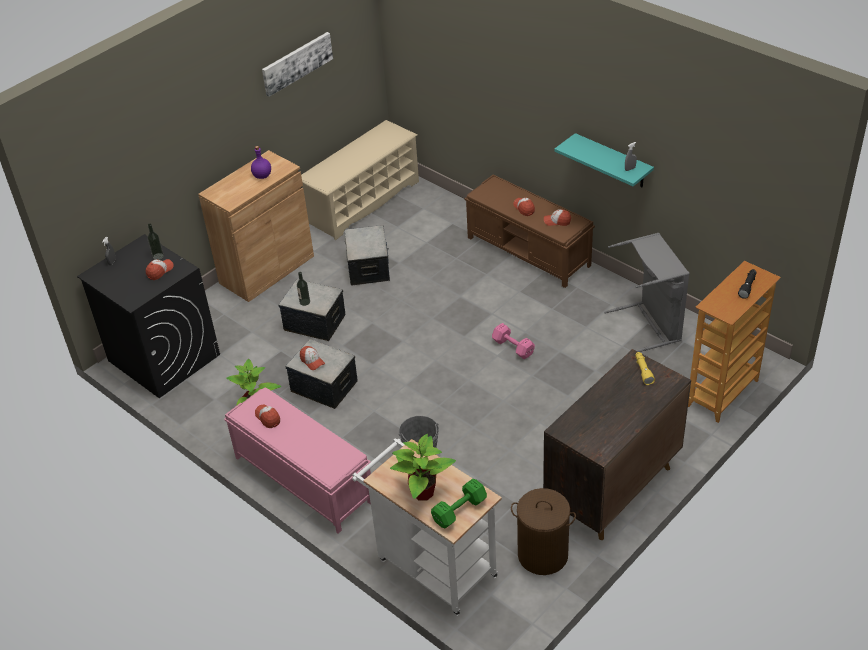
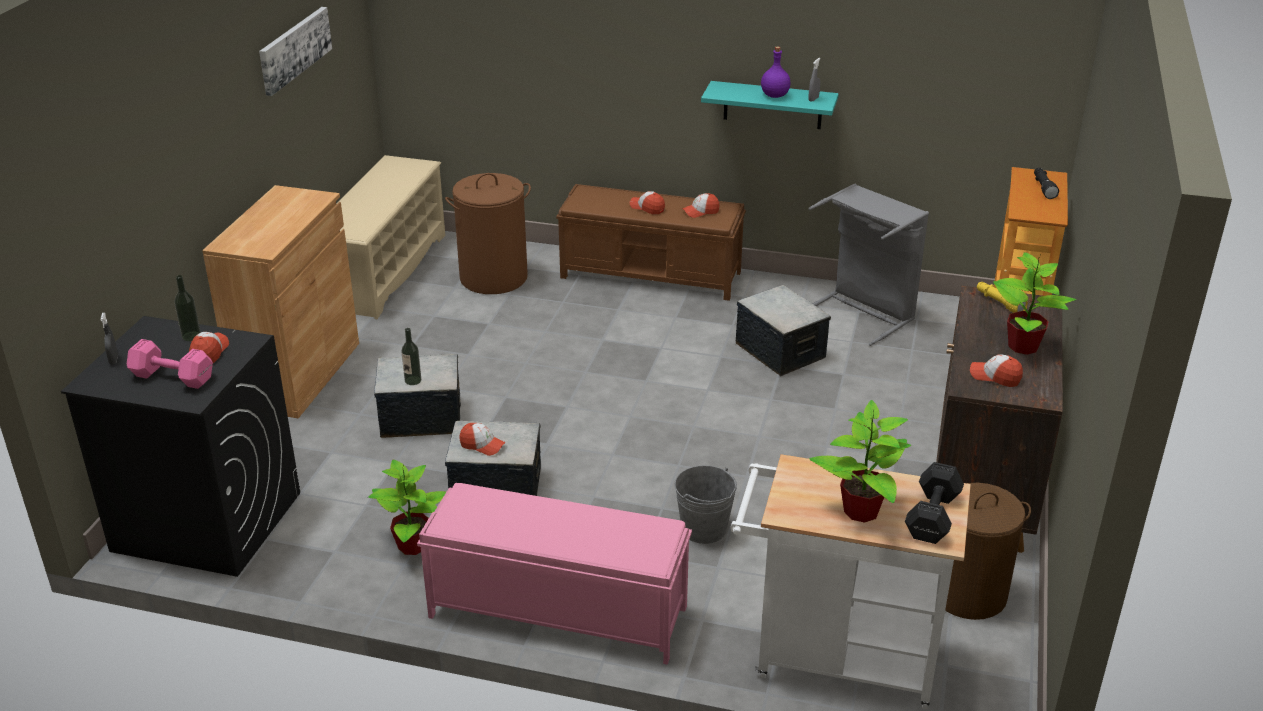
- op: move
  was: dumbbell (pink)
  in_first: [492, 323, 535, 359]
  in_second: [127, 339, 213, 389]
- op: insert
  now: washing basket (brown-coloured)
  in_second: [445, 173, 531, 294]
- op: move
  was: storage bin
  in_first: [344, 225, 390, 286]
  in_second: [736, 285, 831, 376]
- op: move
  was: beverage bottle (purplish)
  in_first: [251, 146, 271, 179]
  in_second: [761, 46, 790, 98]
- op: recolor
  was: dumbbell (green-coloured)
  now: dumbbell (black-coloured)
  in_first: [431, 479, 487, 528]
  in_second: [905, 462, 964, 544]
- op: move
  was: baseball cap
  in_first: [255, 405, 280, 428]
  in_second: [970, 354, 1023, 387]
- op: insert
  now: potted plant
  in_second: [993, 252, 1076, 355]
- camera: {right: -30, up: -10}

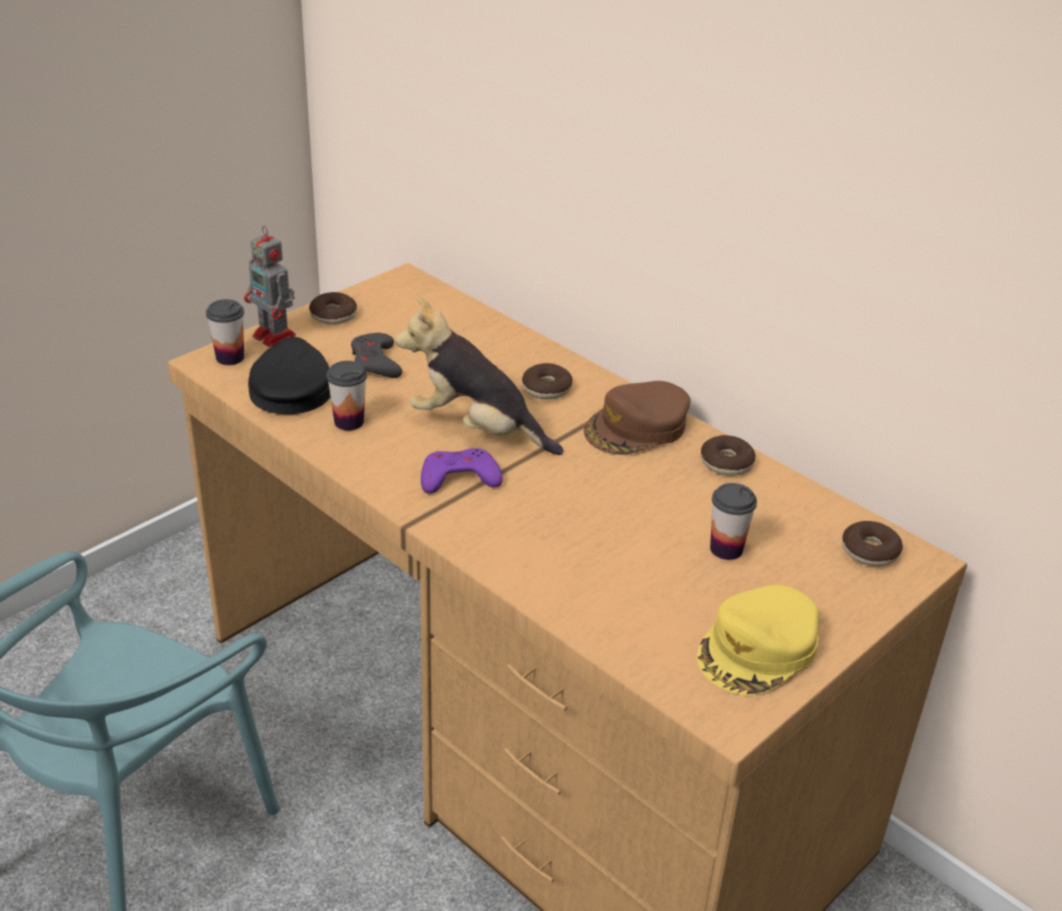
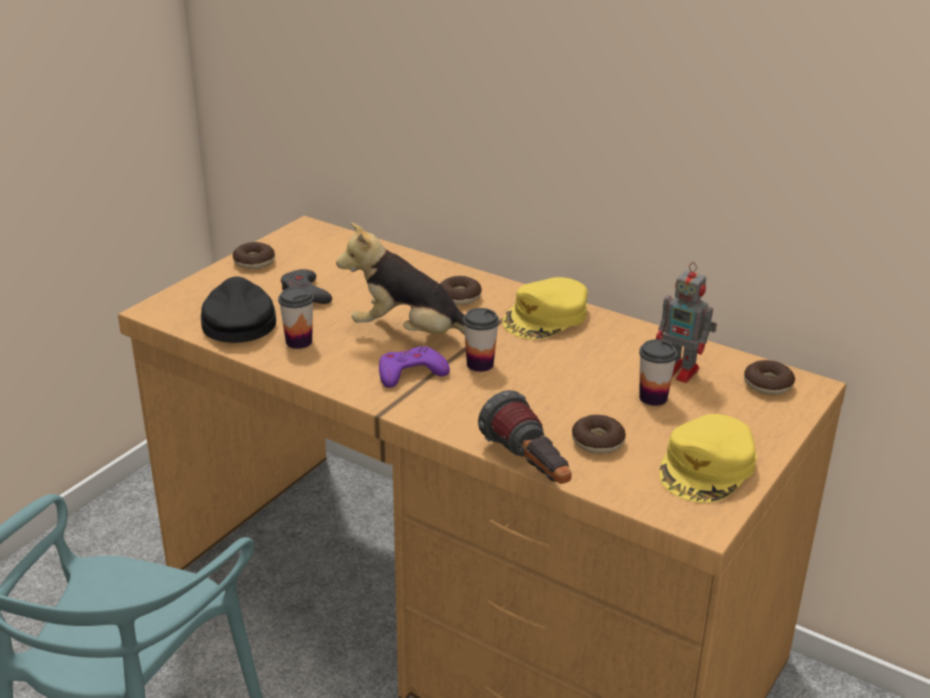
- op: move
  was: cup
  in_first: [206, 299, 244, 365]
  in_second: [463, 308, 499, 372]
- op: insert
  now: hand torch
  in_second: [478, 390, 572, 484]
- op: recolor
  was: baseball cap (brown-coloured)
  now: baseball cap (yellow-coloured)
  in_first: [584, 381, 691, 455]
  in_second: [502, 277, 587, 339]
- op: move
  was: ring doughnut
  in_first: [701, 435, 755, 475]
  in_second: [572, 415, 626, 454]
- op: move
  was: toy robot
  in_first: [244, 225, 296, 347]
  in_second: [656, 262, 717, 383]
- camera: {right: -10, up: -5}

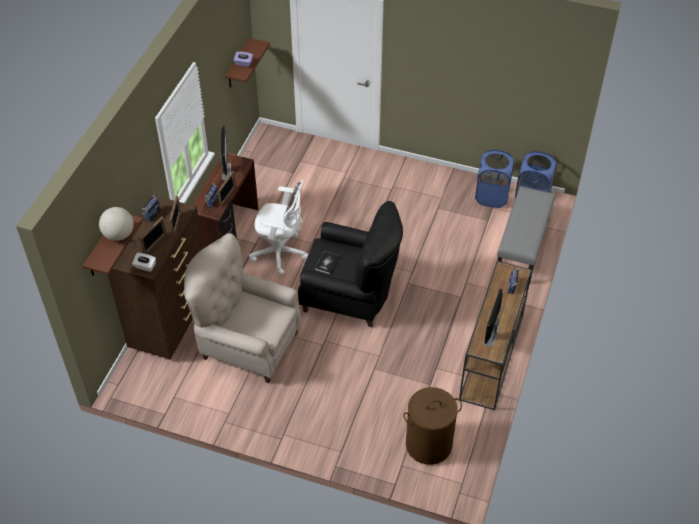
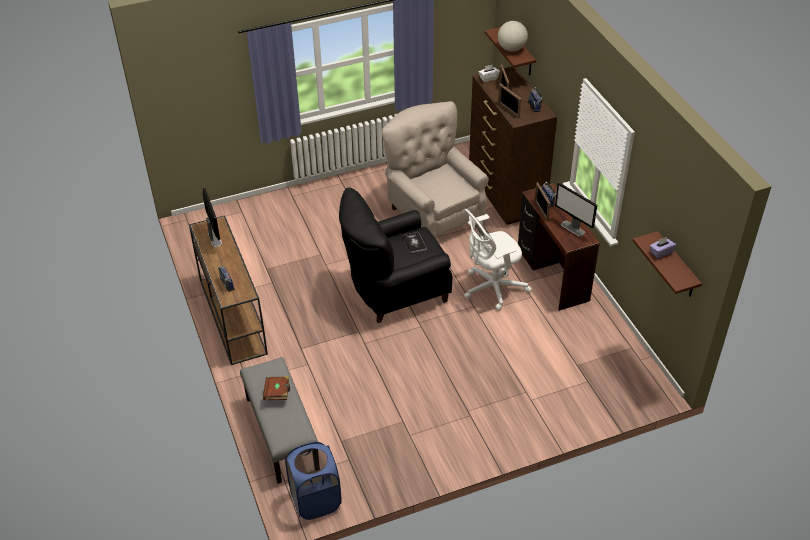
- op: insert
  now: book (brown-coloured)
  in_second: [263, 376, 290, 400]
- op: rotate
  was: lounge chair (beige)
  in_first: [184, 233, 301, 383]
  in_second: [382, 101, 489, 238]
  clockwise: -105
- op: delete
  was: washing basket (brown-coloured)
  in_first: [403, 387, 462, 465]
- op: delete
  was: washing basket (blue-coloured)
  in_first: [475, 150, 514, 208]
- camera: {right: 140, up: -5}

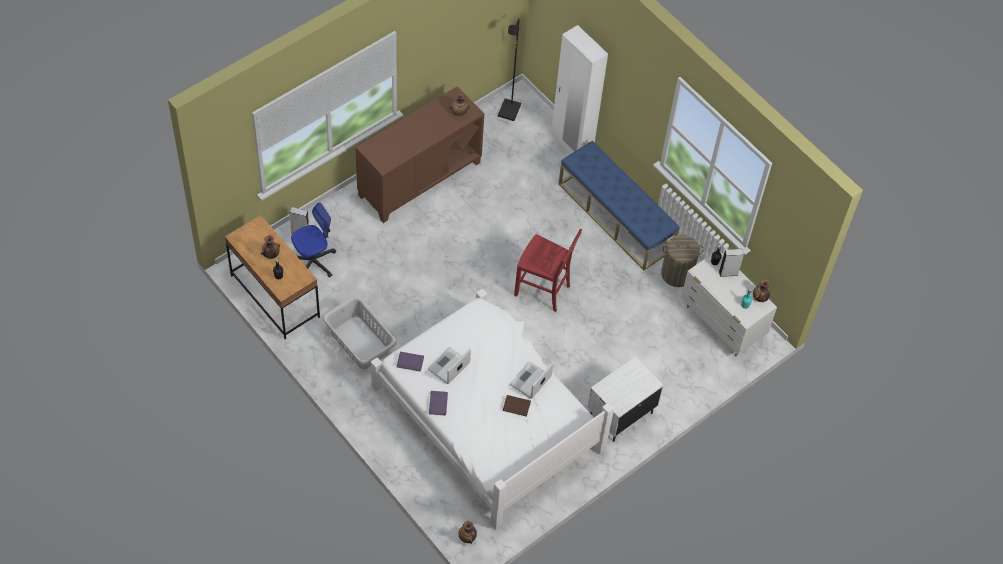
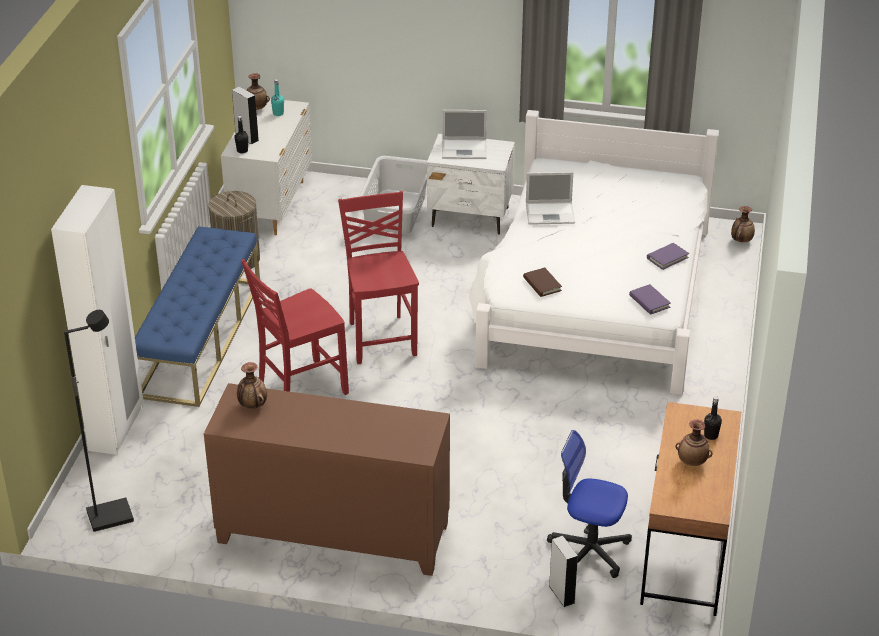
- op: insert
  now: chair (red-coloured)
  in_second: [241, 259, 349, 395]
- op: move
  was: washing basket (gray)
  in_first: [323, 297, 396, 369]
  in_second: [359, 156, 427, 234]
- op: move
  was: laptop
  in_first: [428, 347, 471, 384]
  in_second: [442, 110, 487, 159]
- op: move
  was: book (brown-coloured)
  in_first: [503, 395, 531, 417]
  in_second: [523, 267, 562, 297]
- camera: {right: -125, up: -20}

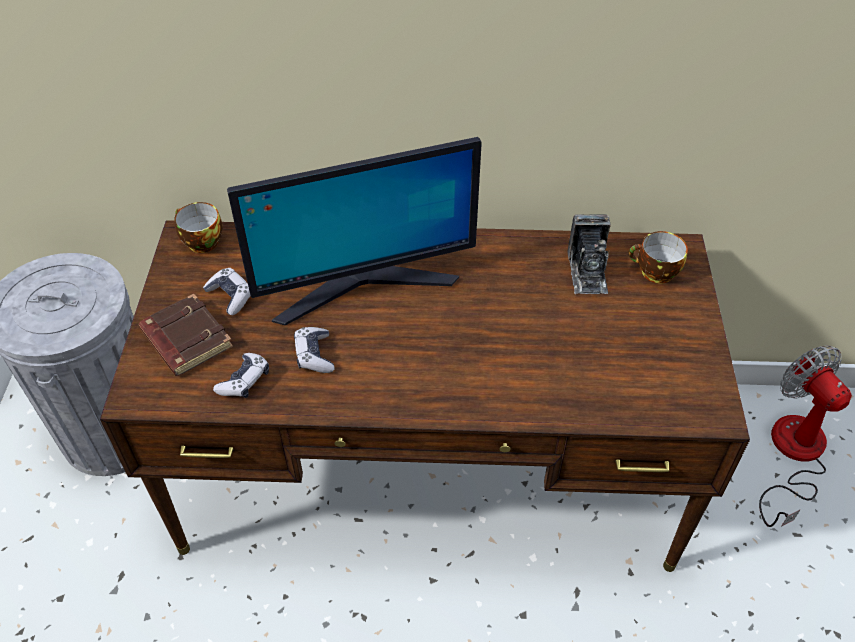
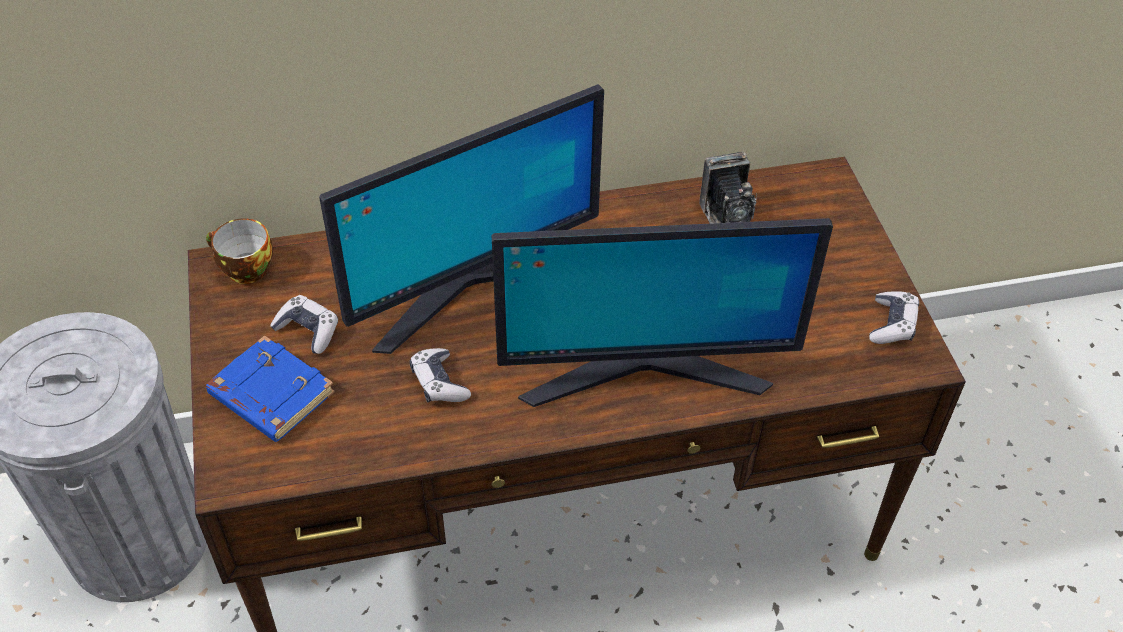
- op: recolor
  was: book (brown-coloured)
  now: book (blue-coloured)
  in_first: [139, 294, 233, 376]
  in_second: [206, 335, 335, 442]
- op: insert
  now: computer display
  in_second: [491, 218, 833, 407]
- op: move
  was: gamepad
  in_first: [213, 353, 269, 398]
  in_second: [869, 291, 919, 344]
- op: delete
  was: cup
  in_first: [629, 231, 688, 284]
- op: delete
  was: fan
  in_first: [759, 345, 852, 527]
- camera: {right: -15, up: 0}

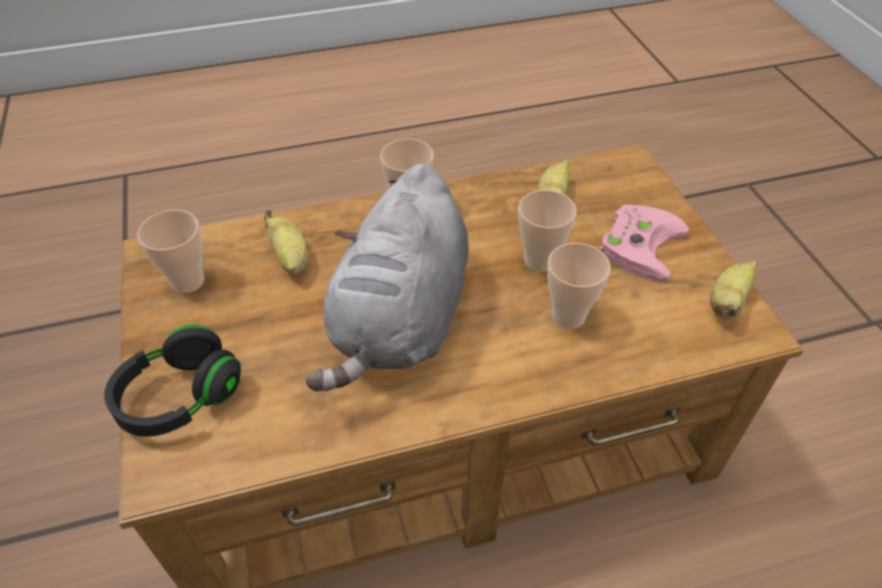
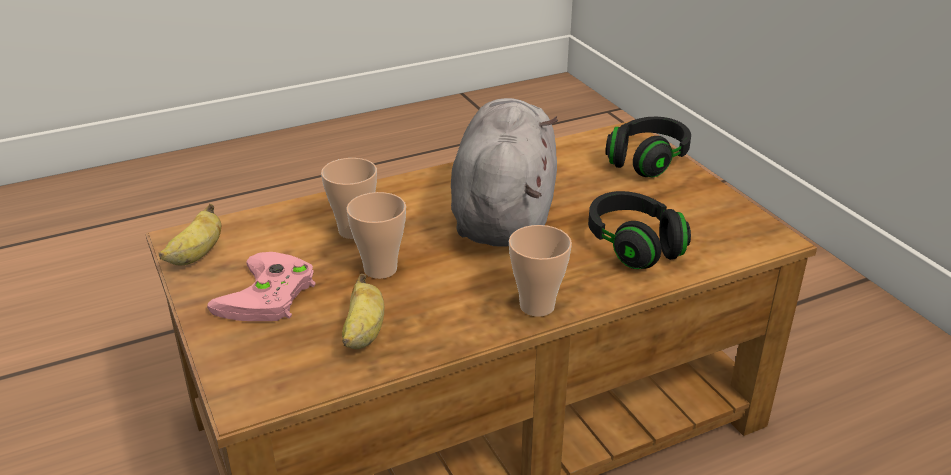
- op: replace
  was: whole banana
  now: headphones (black-coloured)
  in_first: [264, 210, 308, 274]
  in_second: [588, 191, 691, 269]
- op: delete
  was: cup
  in_first: [137, 210, 204, 293]
- camera: {right: 170, up: -15}

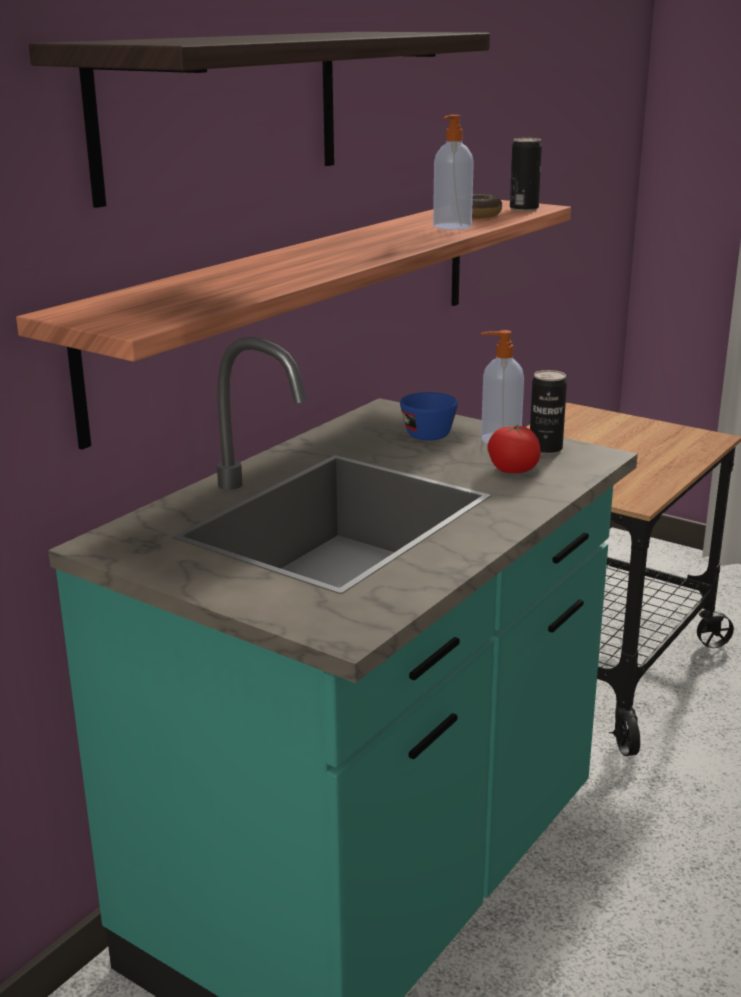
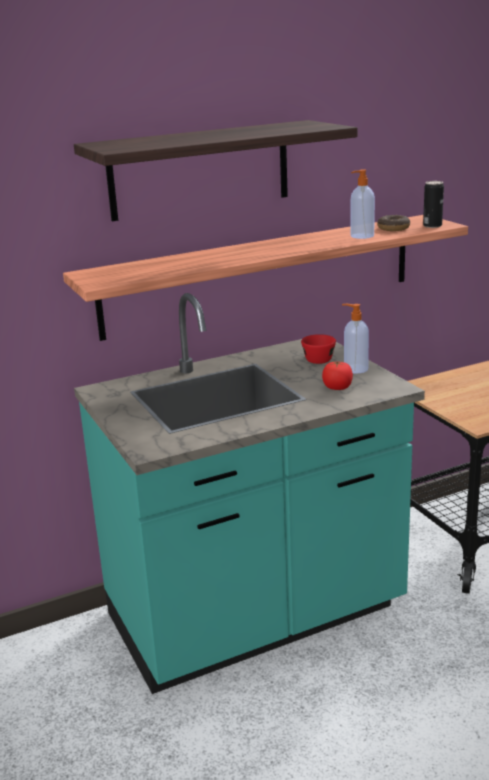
- op: recolor
  was: cup (blue-coloured)
  now: cup (red-coloured)
  in_first: [400, 392, 458, 441]
  in_second: [301, 334, 336, 364]
- op: delete
  was: metal can
  in_first: [530, 370, 567, 454]
- camera: {right: 30, up: 0}

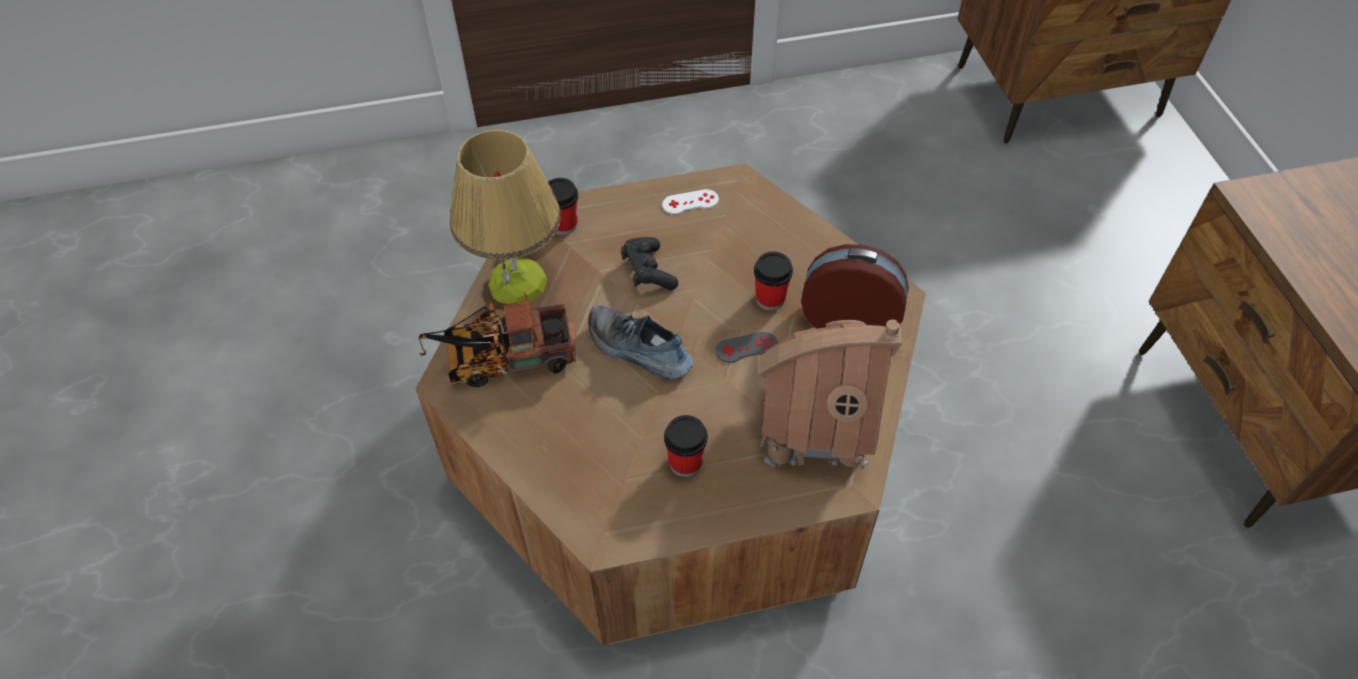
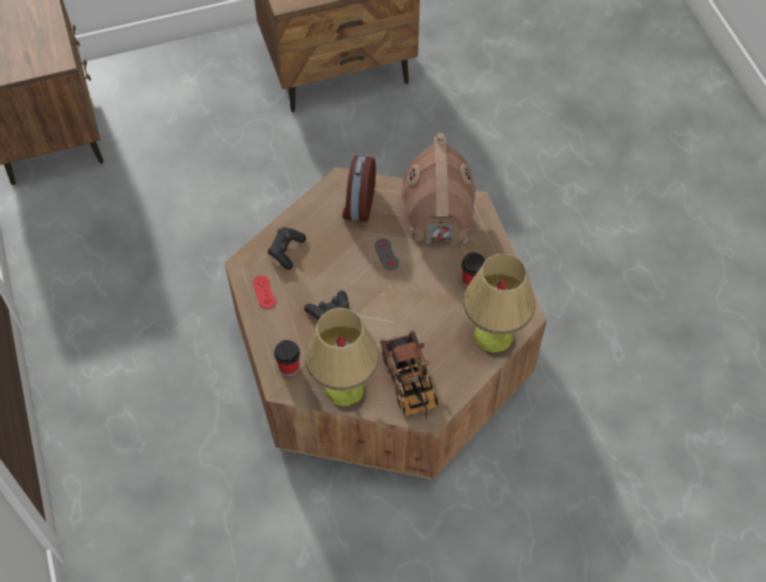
- op: recolor
  was: gamepad (white-coloured)
  now: gamepad (red-coloured)
  in_first: [662, 189, 719, 214]
  in_second: [252, 275, 276, 309]
- op: insert
  now: gamepad (black-coloured)
  in_second: [268, 227, 306, 270]
- op: insert
  now: tabletop lamp
  in_second: [463, 253, 535, 353]
- op: delete
  was: low shoe
  in_first: [588, 306, 693, 379]
- op: delete
  was: cup
  in_first: [754, 252, 793, 311]
- camera: {right: -95, up: 5}

